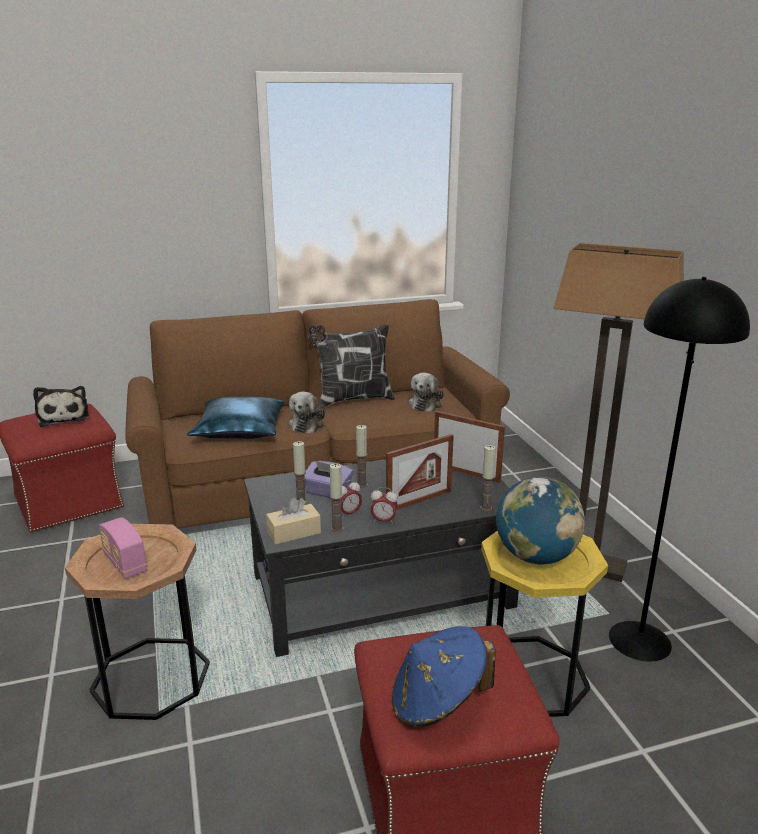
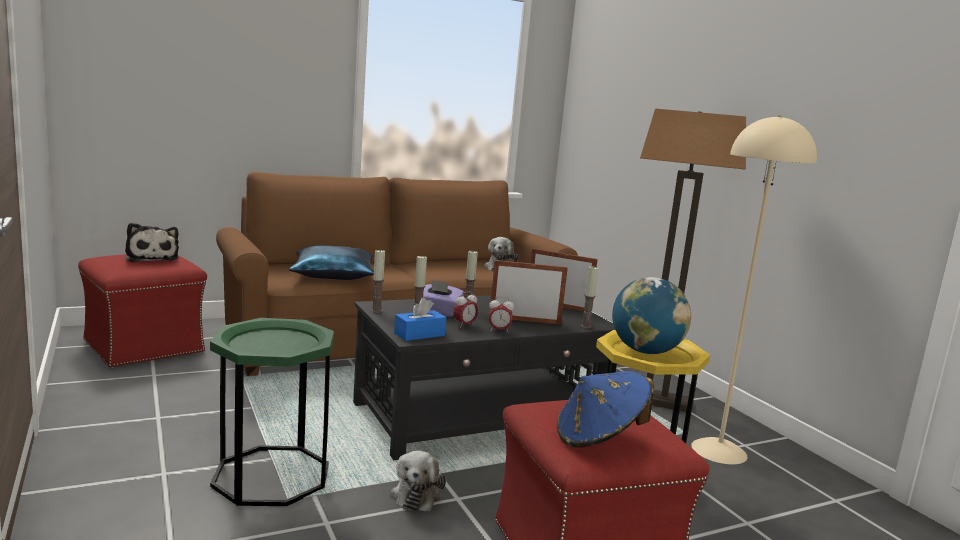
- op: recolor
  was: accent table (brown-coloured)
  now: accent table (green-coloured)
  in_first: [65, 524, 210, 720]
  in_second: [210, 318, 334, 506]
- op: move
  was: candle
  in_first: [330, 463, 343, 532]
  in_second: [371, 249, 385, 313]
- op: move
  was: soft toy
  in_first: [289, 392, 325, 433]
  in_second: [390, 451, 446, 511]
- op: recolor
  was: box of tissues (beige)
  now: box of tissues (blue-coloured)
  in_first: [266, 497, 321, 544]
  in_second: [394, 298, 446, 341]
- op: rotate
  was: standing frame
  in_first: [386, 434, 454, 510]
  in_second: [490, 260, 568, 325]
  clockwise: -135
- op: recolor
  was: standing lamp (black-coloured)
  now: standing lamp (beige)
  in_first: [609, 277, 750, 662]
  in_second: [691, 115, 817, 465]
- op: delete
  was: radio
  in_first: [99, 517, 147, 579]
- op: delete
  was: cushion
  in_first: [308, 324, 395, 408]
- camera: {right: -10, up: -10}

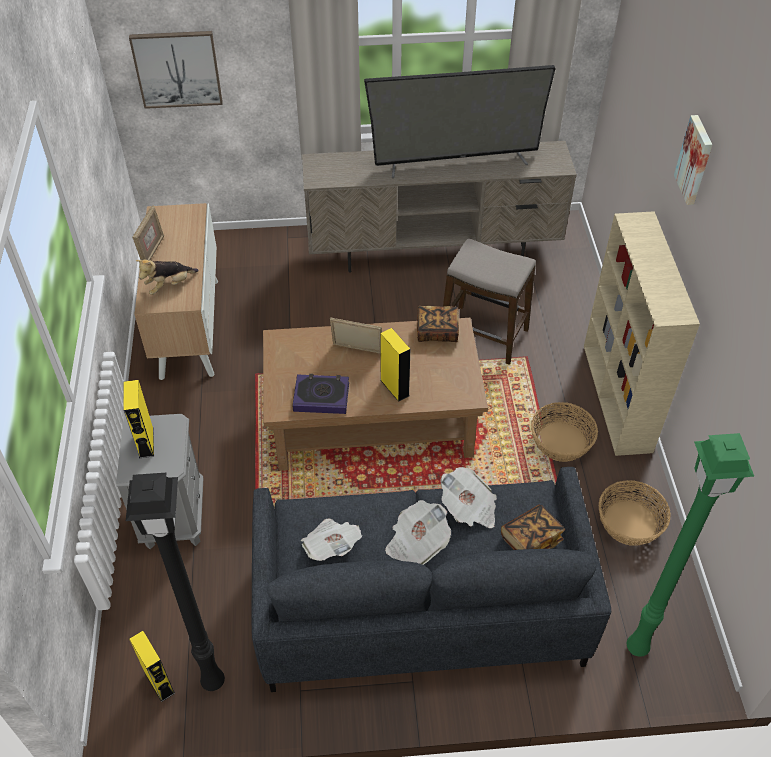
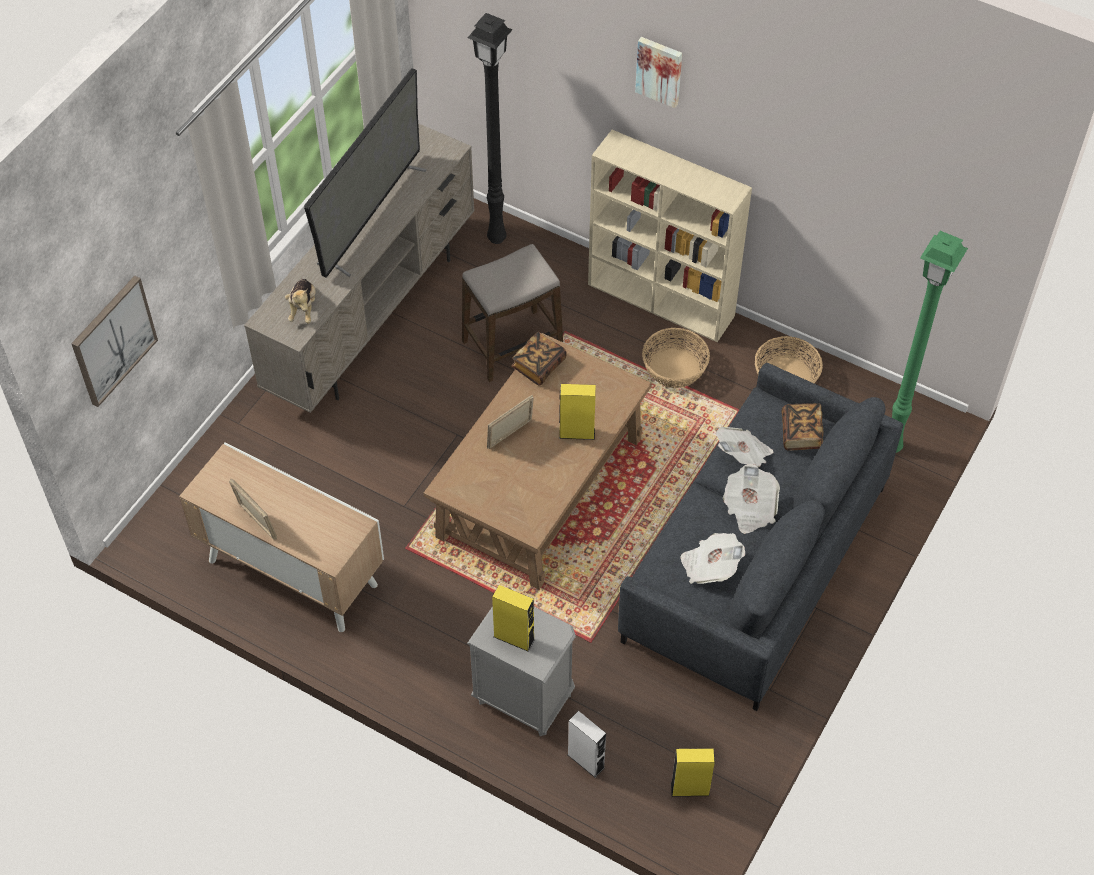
- op: move
  was: soft toy
  in_first: [136, 259, 199, 295]
  in_second: [285, 279, 316, 323]
- op: move
  was: standing lamp (black-coloured)
  in_first: [126, 473, 225, 691]
  in_second: [468, 13, 512, 244]
- op: insert
  now: speaker (gray)
  in_second: [567, 711, 606, 778]
- op: delete
  was: book
  in_first: [292, 374, 349, 414]
- camera: {right: -55, up: 5}

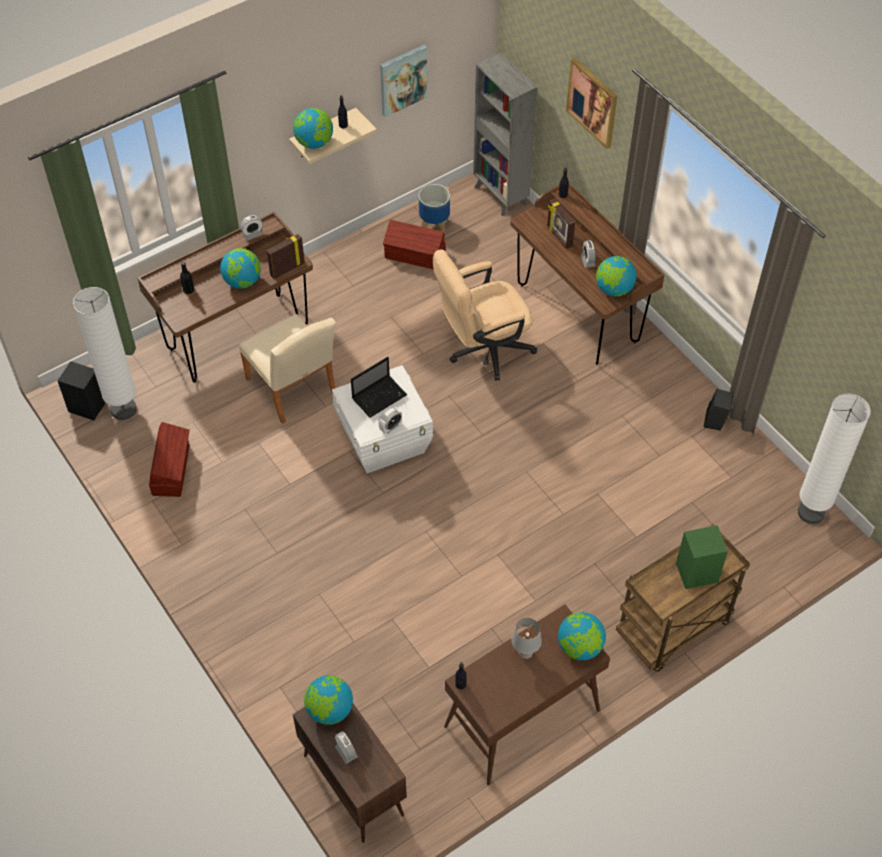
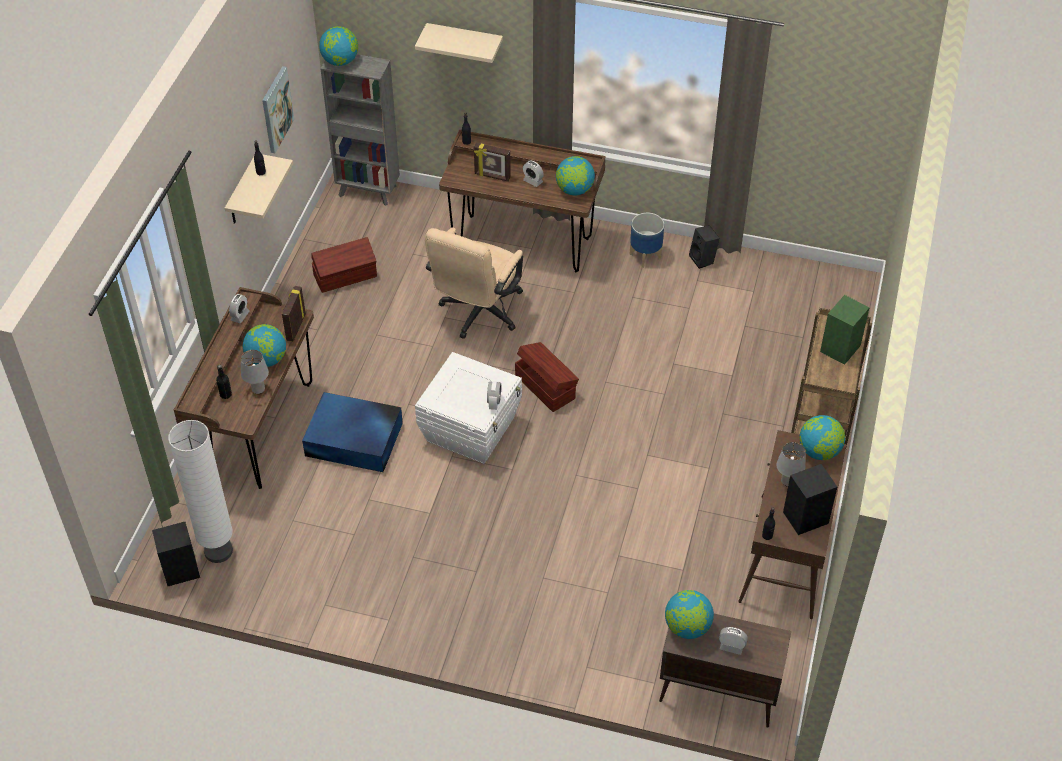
- op: insert
  now: tabletop lamp (gray)
  in_second: [241, 350, 269, 394]
- op: replace
  was: chair (beige)
  now: storage bin (blue-coloured)
  in_first: [239, 314, 336, 424]
  in_second: [302, 392, 403, 472]
- op: move
  was: desk globe
  in_first: [293, 108, 333, 149]
  in_second: [319, 26, 358, 66]
- op: replace
  was: picture
  now: wall shelf (beige)
  in_first: [566, 58, 617, 149]
  in_second: [415, 23, 503, 63]
- op: move
  was: storage bin (brown-coloured)
  in_first: [149, 422, 190, 497]
  in_second: [515, 342, 579, 412]
- op: move
  was: planter
  in_first: [419, 184, 450, 234]
  in_second: [629, 213, 664, 268]
- op: insert
  now: speaker (black-coloured)
  in_second: [783, 464, 837, 535]
- op: delete
  was: laptop
  in_first: [351, 357, 407, 418]
- op: delete
  was: standing lamp (white-coloured)
  in_first: [798, 393, 871, 524]
- camera: {right: -40, up: -5}

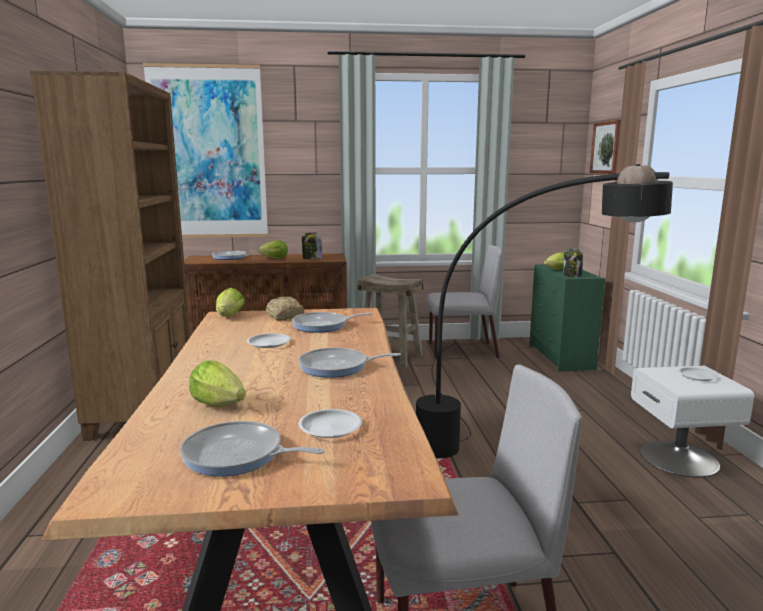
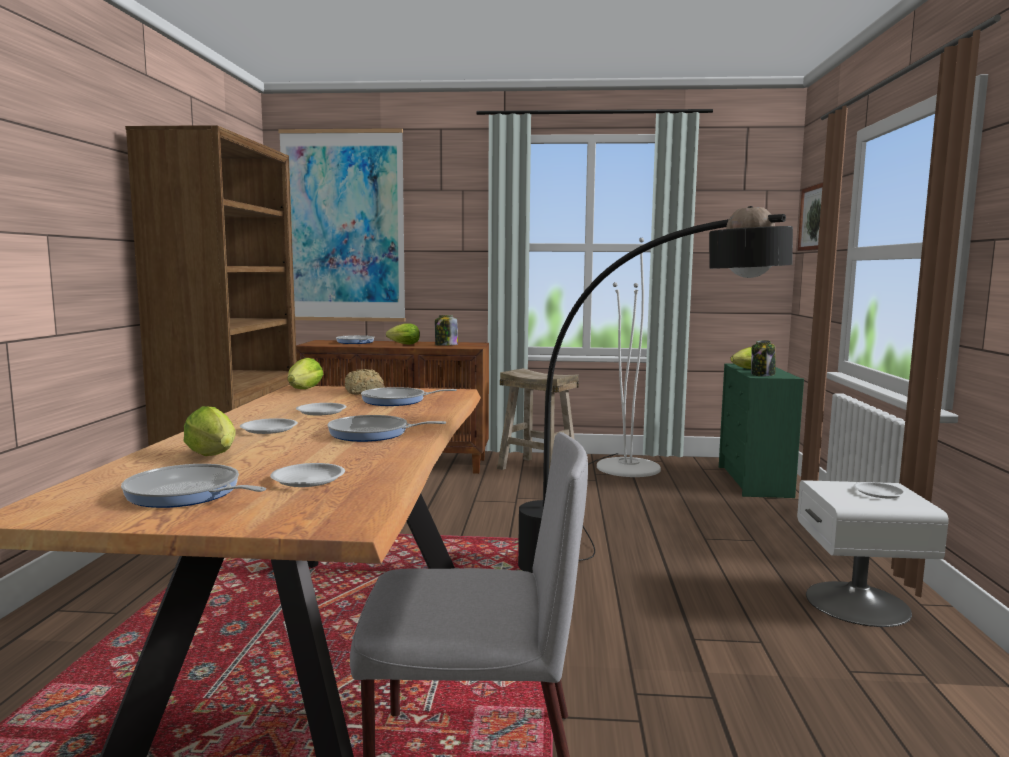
- op: insert
  now: plate (white-coloured)
  in_second: [240, 418, 298, 434]
- op: replace
  was: chair (gray)
  now: standing lamp (white-coloured)
  in_first: [427, 245, 502, 359]
  in_second: [597, 238, 661, 477]
- camera: {right: 10, up: -5}

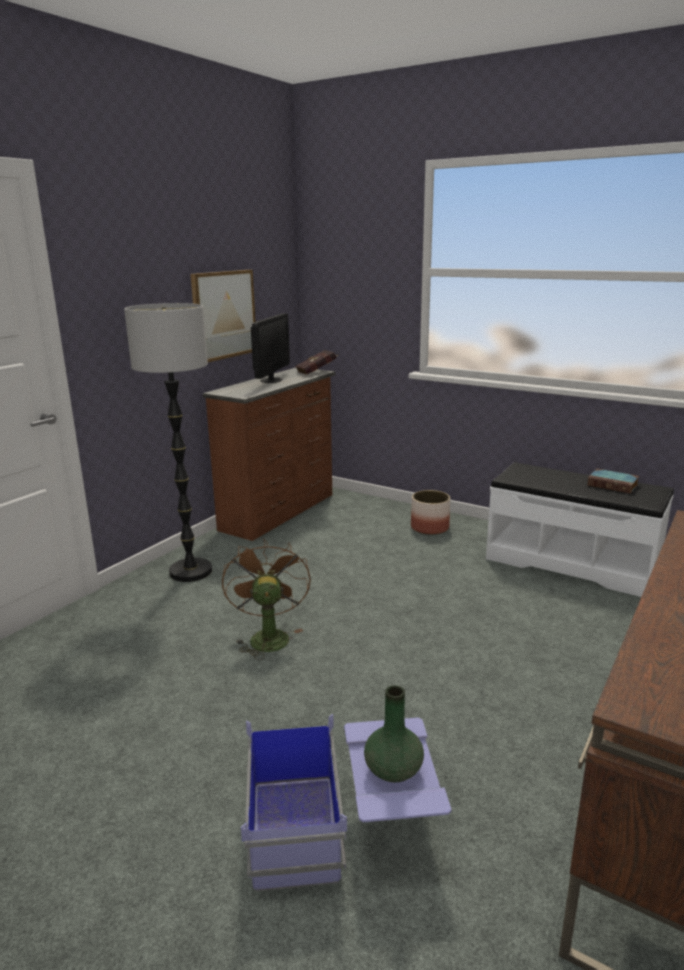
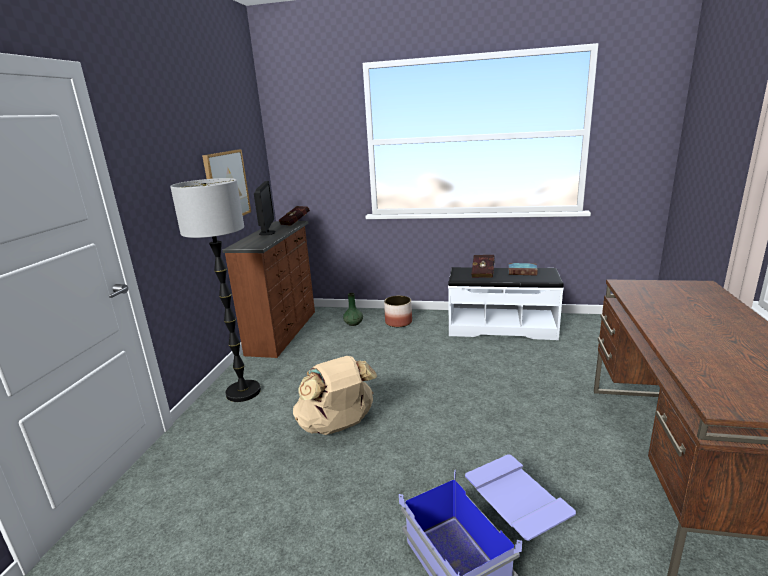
- op: replace
  was: fan (brown-coloured)
  now: backpack (beige)
  in_first: [222, 538, 311, 660]
  in_second: [293, 356, 377, 435]
- op: move
  was: flower vase (green-coloured)
  in_first: [364, 685, 424, 782]
  in_second: [343, 293, 363, 326]
- op: insert
  now: book (red-coloured)
  in_second: [471, 255, 494, 278]
- camera: {right: -20, up: 0}

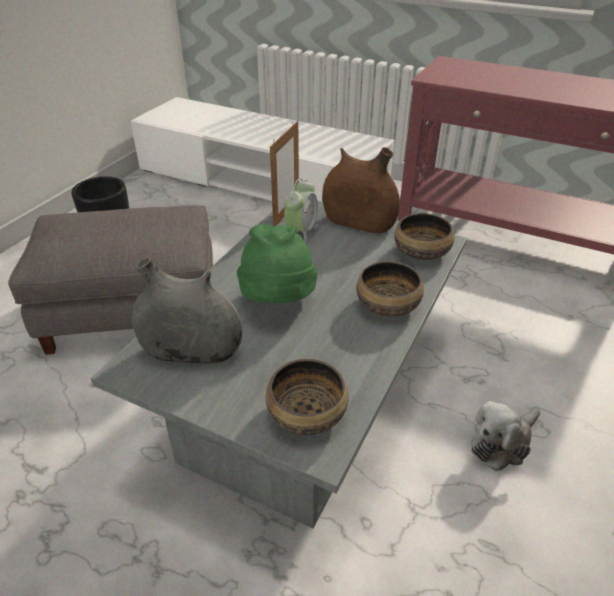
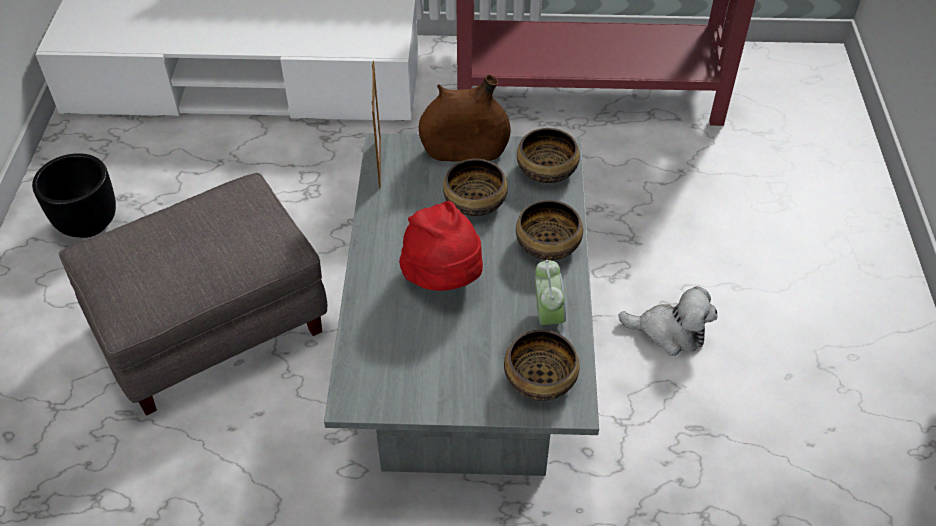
- op: recolor
  was: wearable hat (green-coloured)
  now: wearable hat (red-coloured)
  in_first: [237, 224, 317, 303]
  in_second: [399, 201, 483, 291]
- op: insert
  now: deep dish
  in_second: [443, 159, 508, 216]
- op: move
  was: bedside clock
  in_first: [284, 178, 318, 243]
  in_second: [535, 260, 566, 337]
- op: rotate
  was: soft toy
  in_first: [471, 401, 540, 471]
  in_second: [618, 286, 718, 356]
  clockwise: -105
- op: delete
  was: flower vase (gray)
  in_first: [132, 257, 242, 364]
- camera: {right: -25, up: 10}

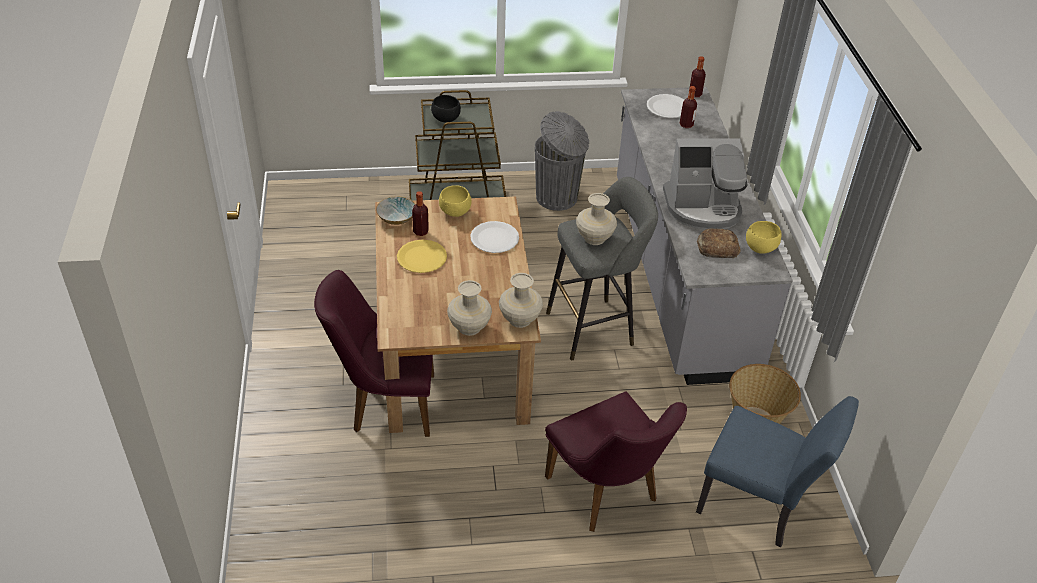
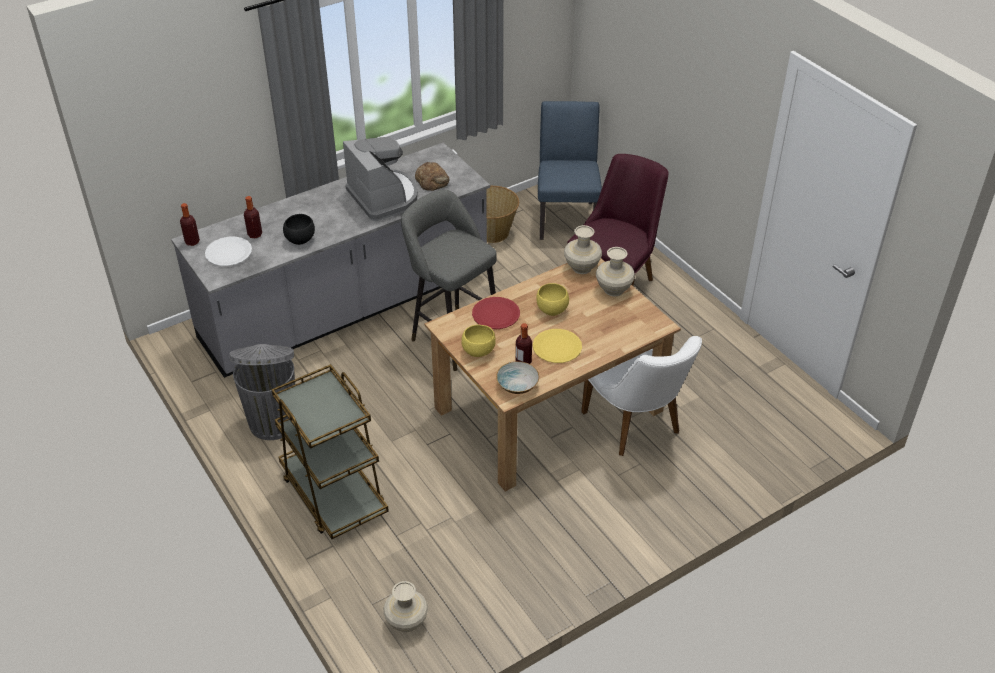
- op: move
  was: deep dish (black-coloured)
  in_first: [431, 95, 461, 122]
  in_second: [283, 214, 315, 245]
- op: move
  was: flower vase (beige)
  in_first: [576, 193, 617, 245]
  in_second: [383, 581, 428, 632]
- op: recolor
  was: plate (white-coloured)
  now: plate (red-coloured)
  in_first: [470, 221, 519, 253]
  in_second: [472, 297, 520, 329]
- op: move
  was: deep dish (yellow-coloured)
  in_first: [746, 221, 781, 254]
  in_second: [536, 283, 569, 316]
- op: recolor
  was: chair (purplish)
  now: chair (white-coloured)
  in_first: [314, 270, 434, 437]
  in_second: [581, 336, 702, 456]
- camera: {right: -115, up: 0}

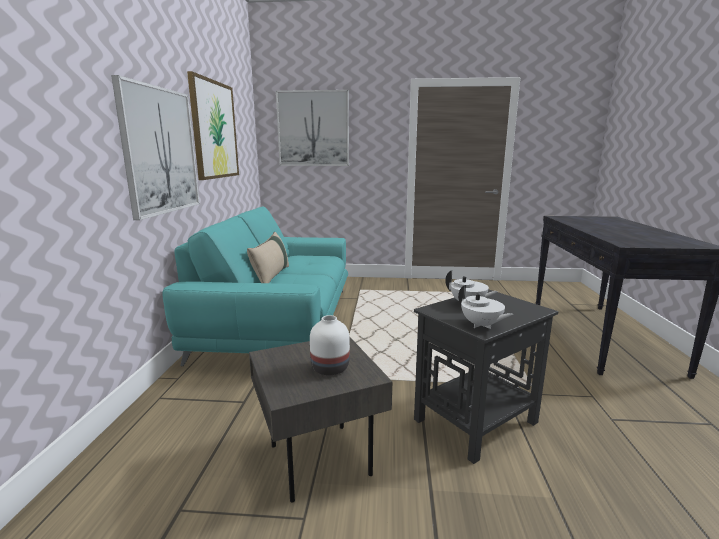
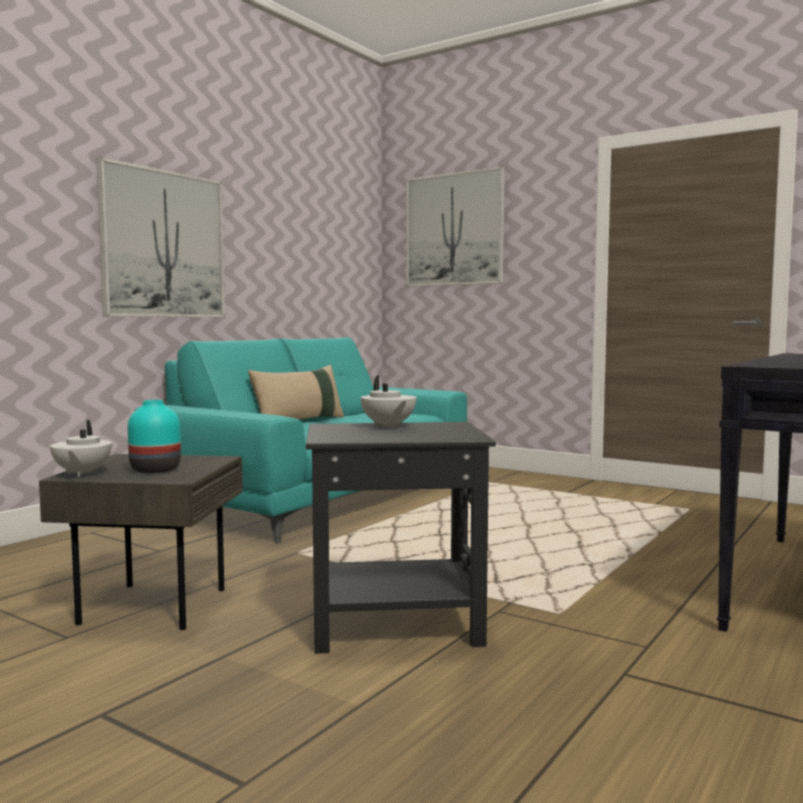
- op: move
  was: tea pot (white-coloured)
  in_first: [458, 285, 513, 329]
  in_second: [50, 420, 112, 477]
- op: recolor
  was: flower vase (white-coloured)
  now: flower vase (turquoise-coloured)
  in_first: [310, 315, 350, 375]
  in_second: [128, 400, 181, 473]
- op: delete
  was: picture
  in_first: [187, 71, 239, 180]
- camera: {right: 30, up: -10}

